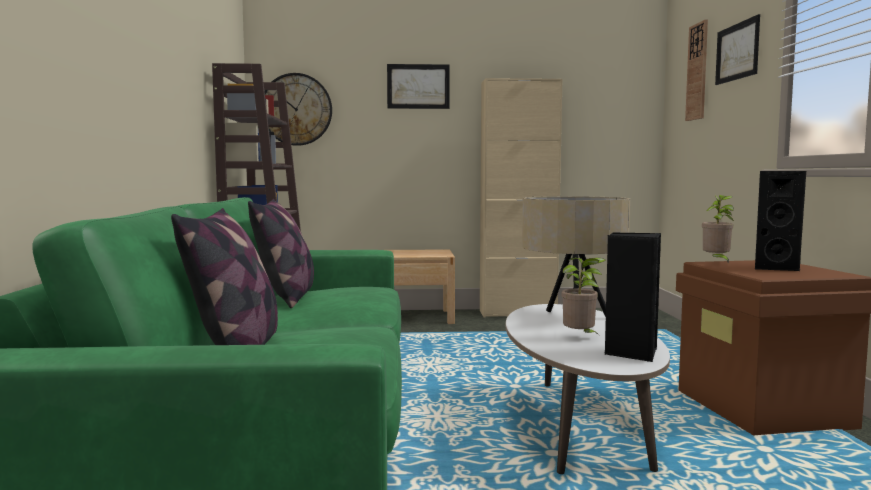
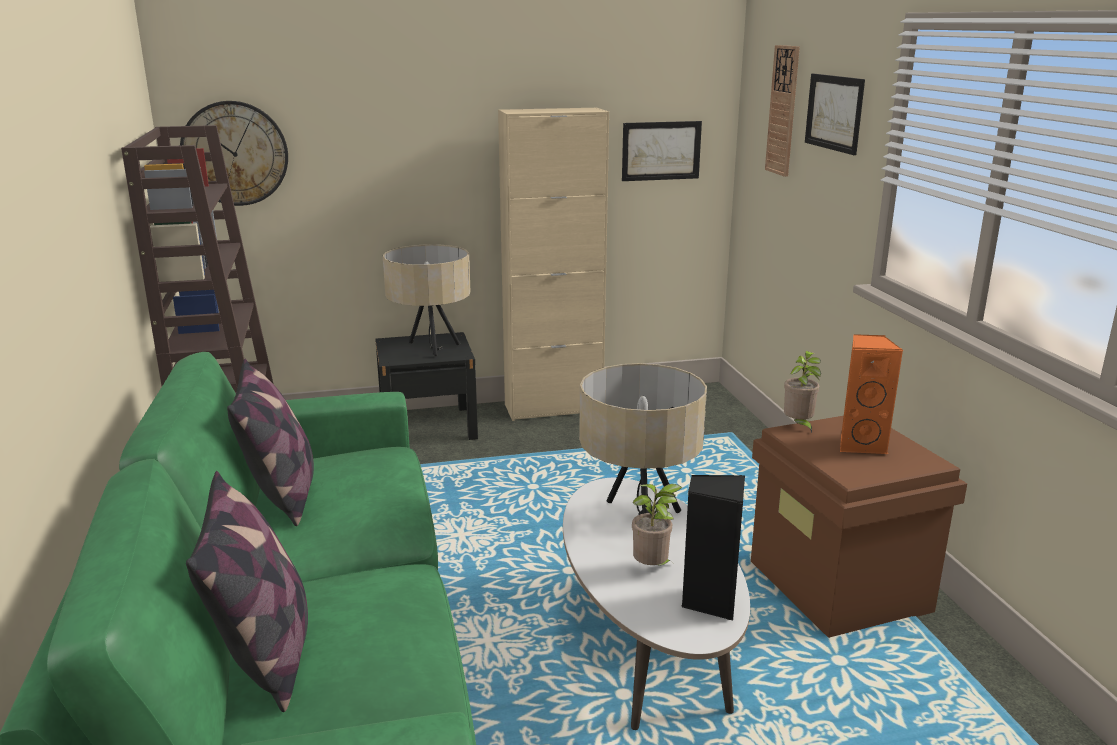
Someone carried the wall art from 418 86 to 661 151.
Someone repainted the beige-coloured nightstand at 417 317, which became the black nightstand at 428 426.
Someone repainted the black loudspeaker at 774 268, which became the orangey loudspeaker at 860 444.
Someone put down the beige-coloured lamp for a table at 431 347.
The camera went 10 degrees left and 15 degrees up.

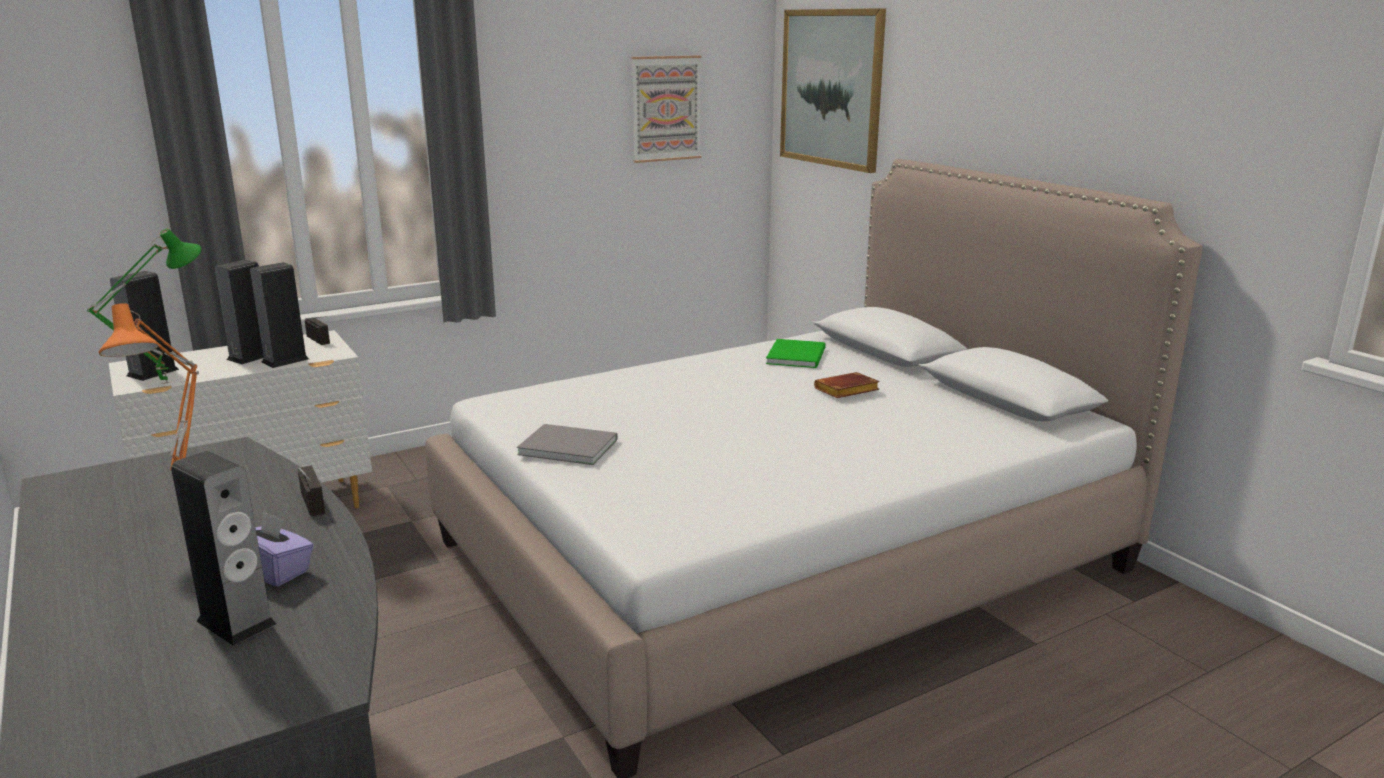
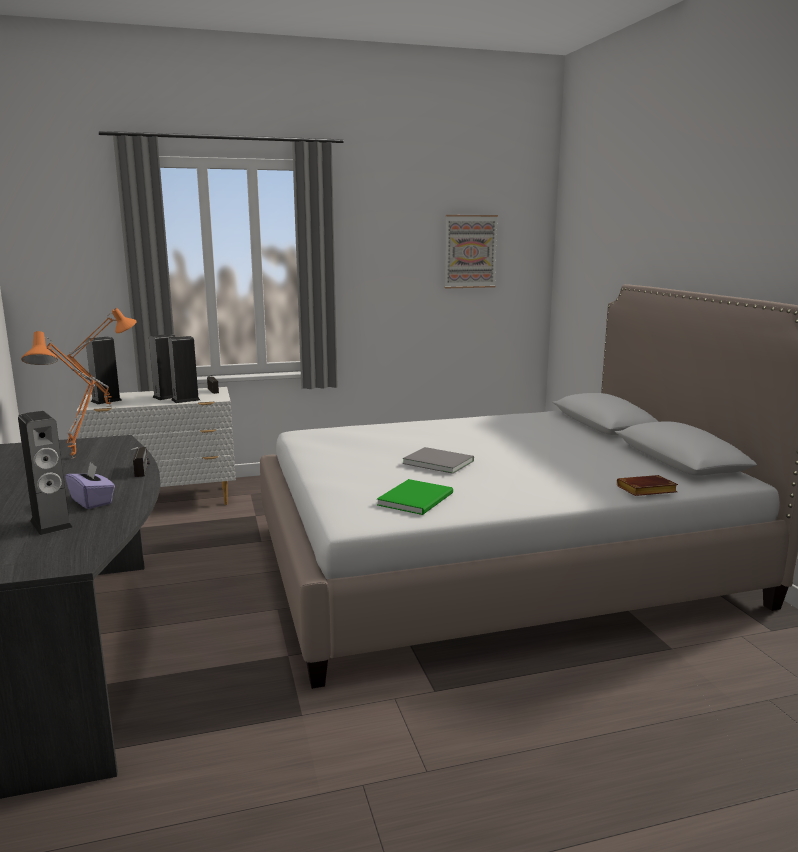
Someone repainted the green-coloured lamp for a table at 165 382, which became the orangey lamp for a table at 109 406.
Someone carried the grey bound book from 566 446 to 437 461.
Someone carried the green-coloured bound book from 798 355 to 418 499.
Someone took away the wall art at 831 88.
Someone carried the brown-coloured bound book from 846 391 to 645 491.
The camera went 15 degrees right and 5 degrees down.

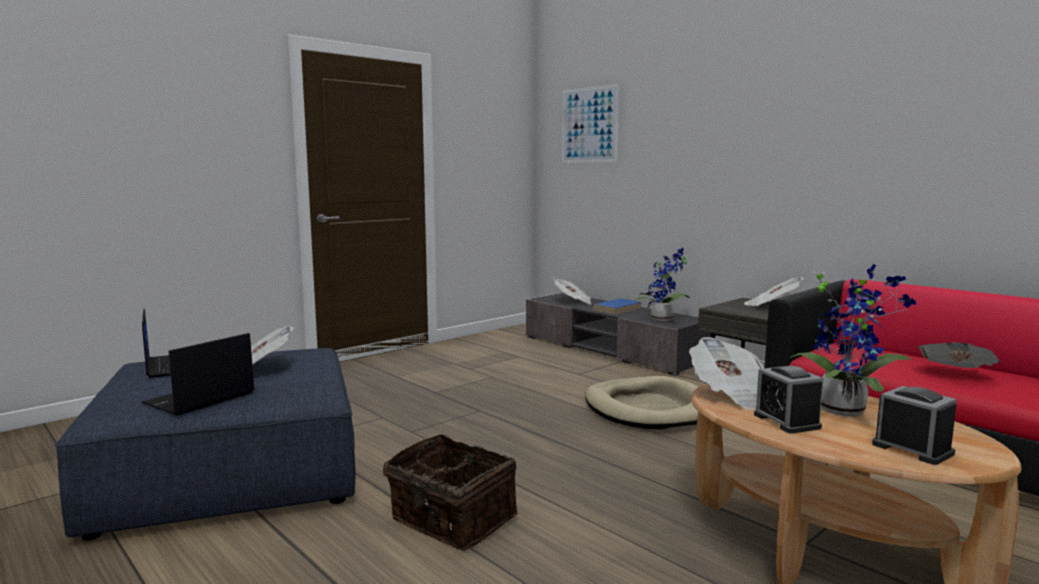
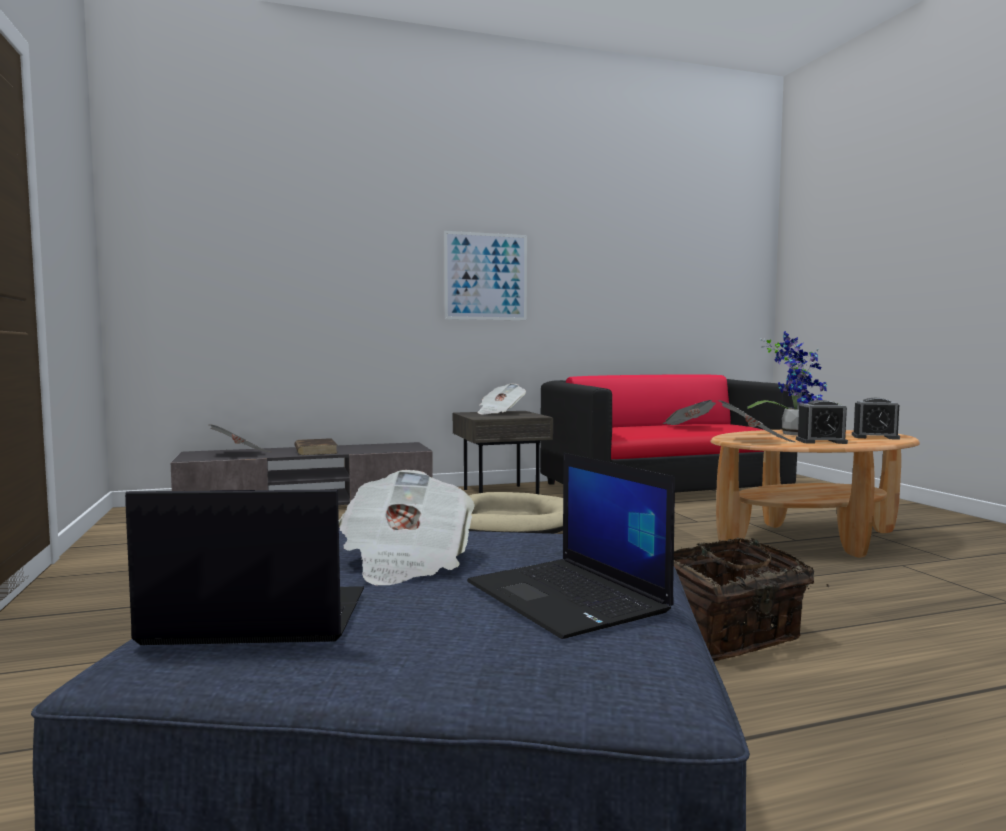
Someone carried the wall art from 589 125 to 486 276.
Someone repainted the blue bound book at 617 309, which became the brown-coloured bound book at 315 450.
Someone took away the potted plant at 664 320.
Someone rotated the table clock at 912 449 by 150 degrees counterclockwise.
The camera went 65 degrees left and 5 degrees down.

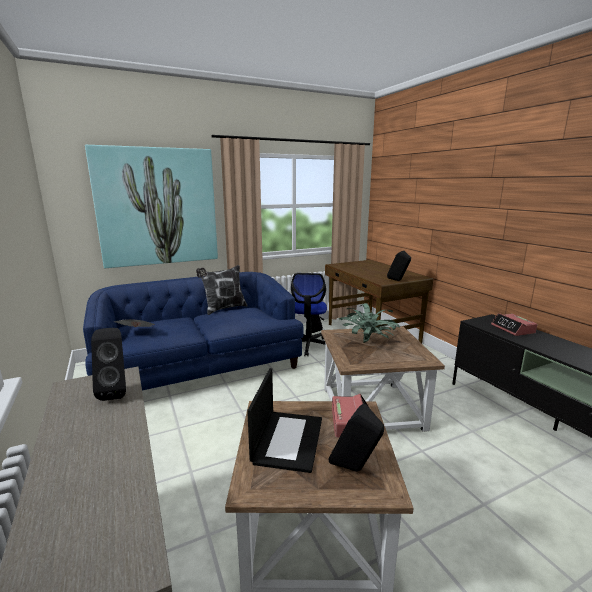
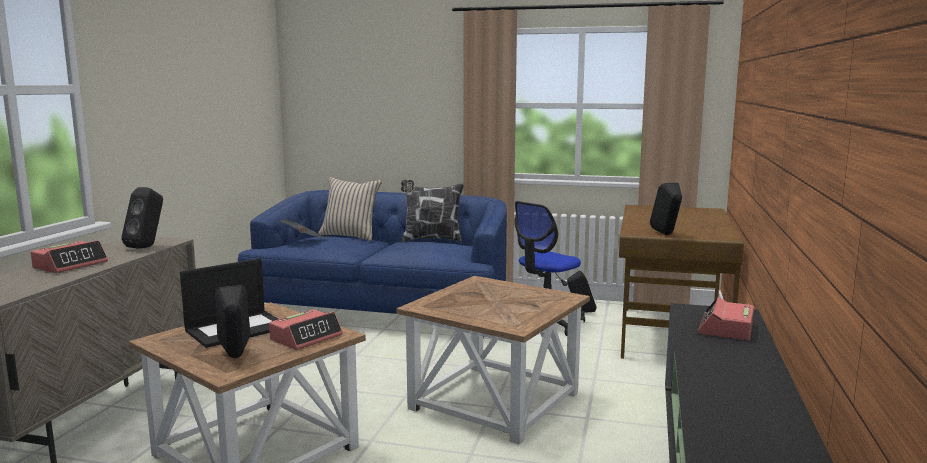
Someone took away the wall art at 157 207.
Someone took away the potted plant at 368 342.
Someone put down the table clock at 71 265.
Someone put down the beige-coloured throw pillow at 350 236.
The camera went 40 degrees right and 5 degrees down.

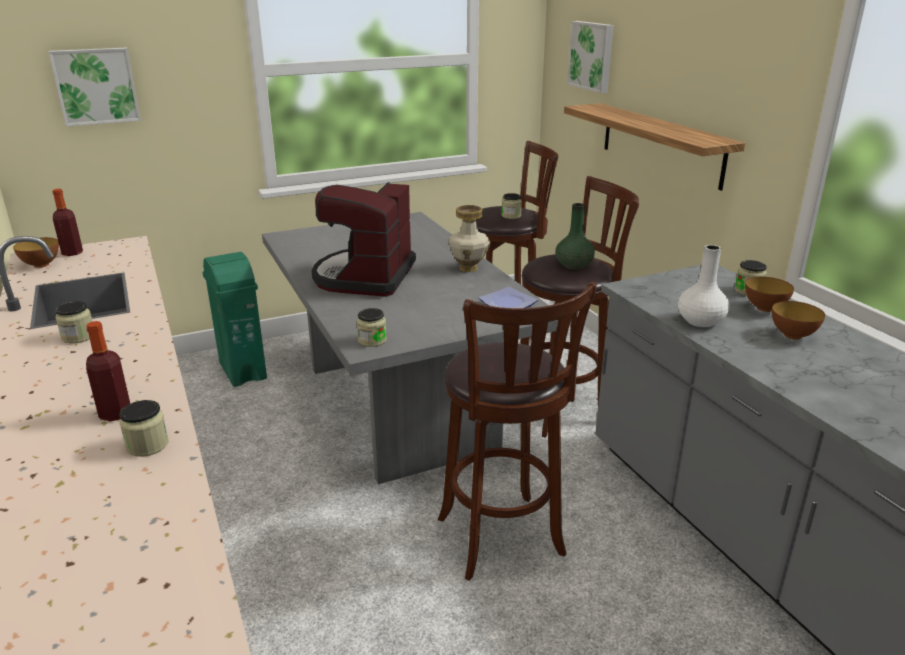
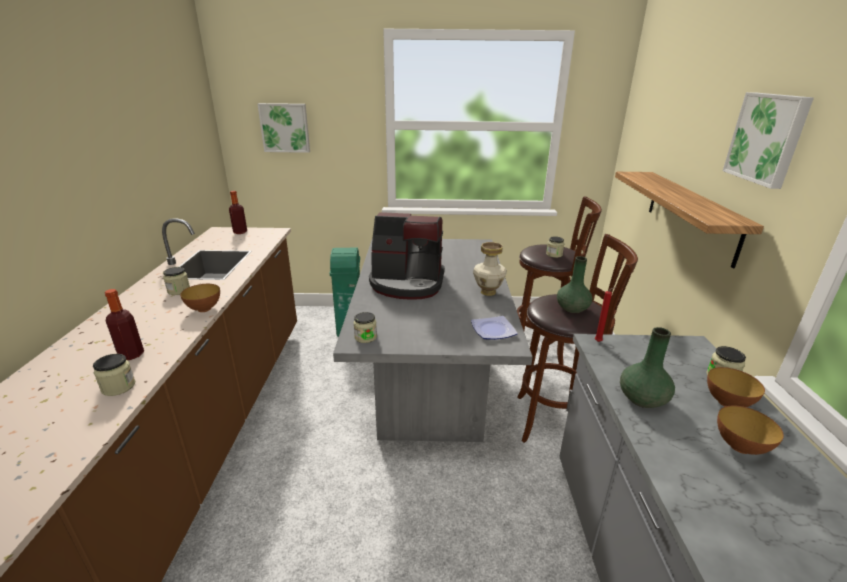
Someone carried the bowl from 41 265 to 204 309.
Someone rotated the coffee brewer at 365 277 by 120 degrees counterclockwise.
Someone took away the brown-coloured sitting stool at 503 541.
Someone carried the wall art from 592 56 to 767 138.
Someone repainted the white-coloured vase at 699 321, which became the green-coloured vase at 641 399.
Someone put down the reddish candle at 599 342.
The camera went 25 degrees right and 0 degrees up.

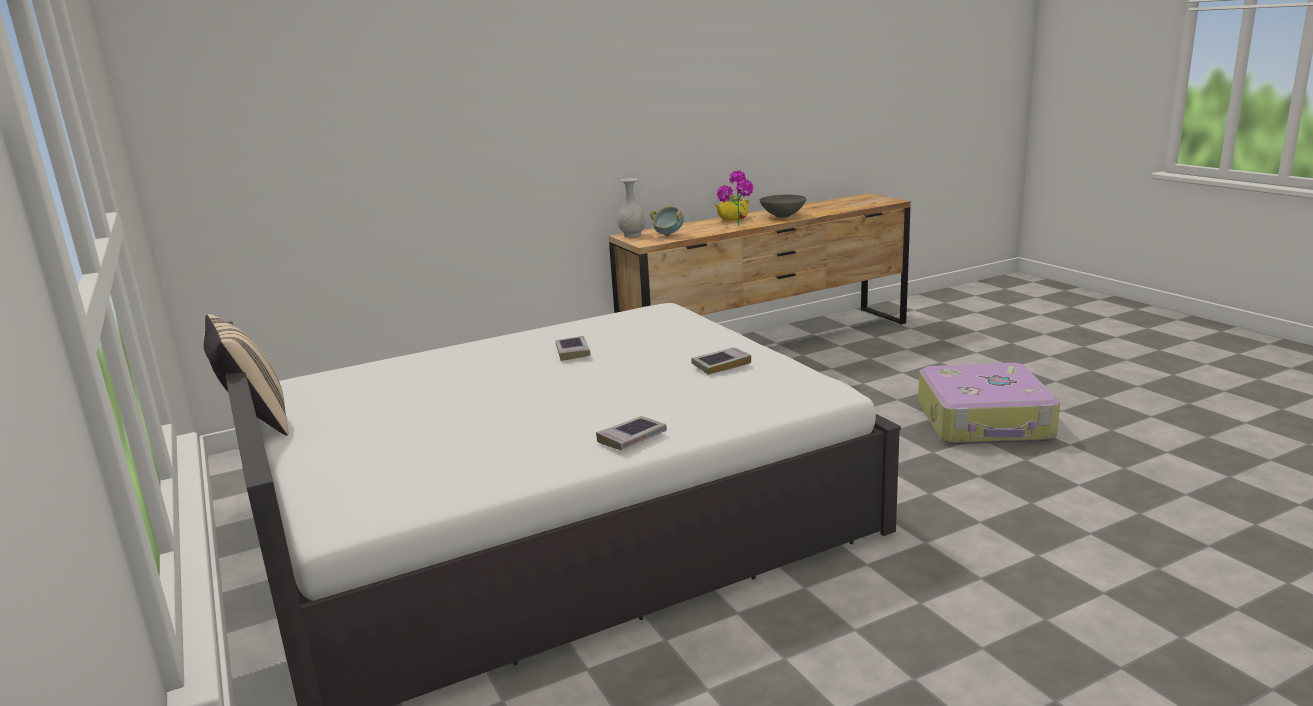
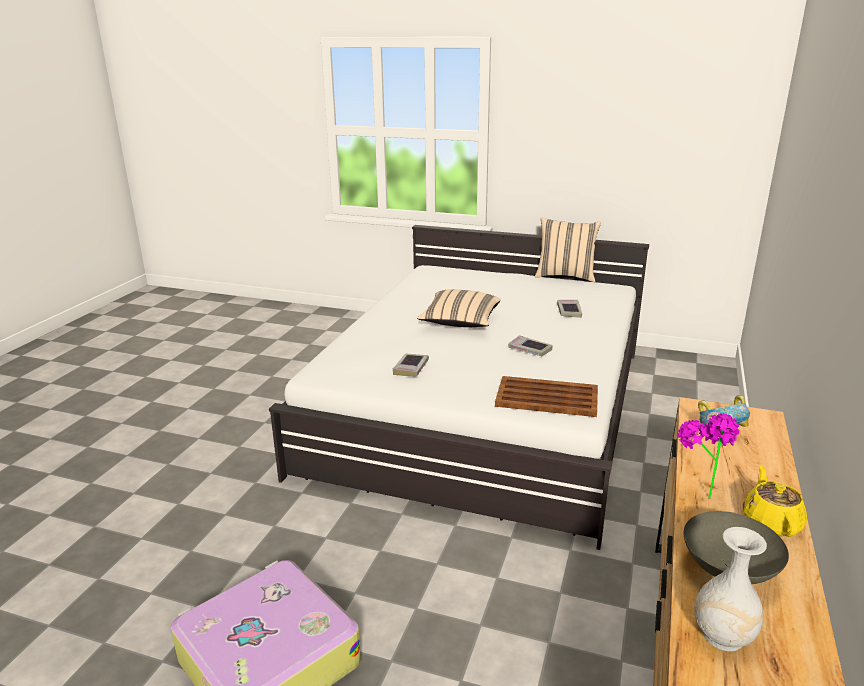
Someone carried the bound book from 632 438 to 569 311.
Someone carried the white-coloured vase from 633 234 to 722 636.
Someone put down the beige-coloured throw pillow at 460 322.
Someone put down the brown-coloured tray at 546 397.
The camera went 135 degrees right and 5 degrees up.

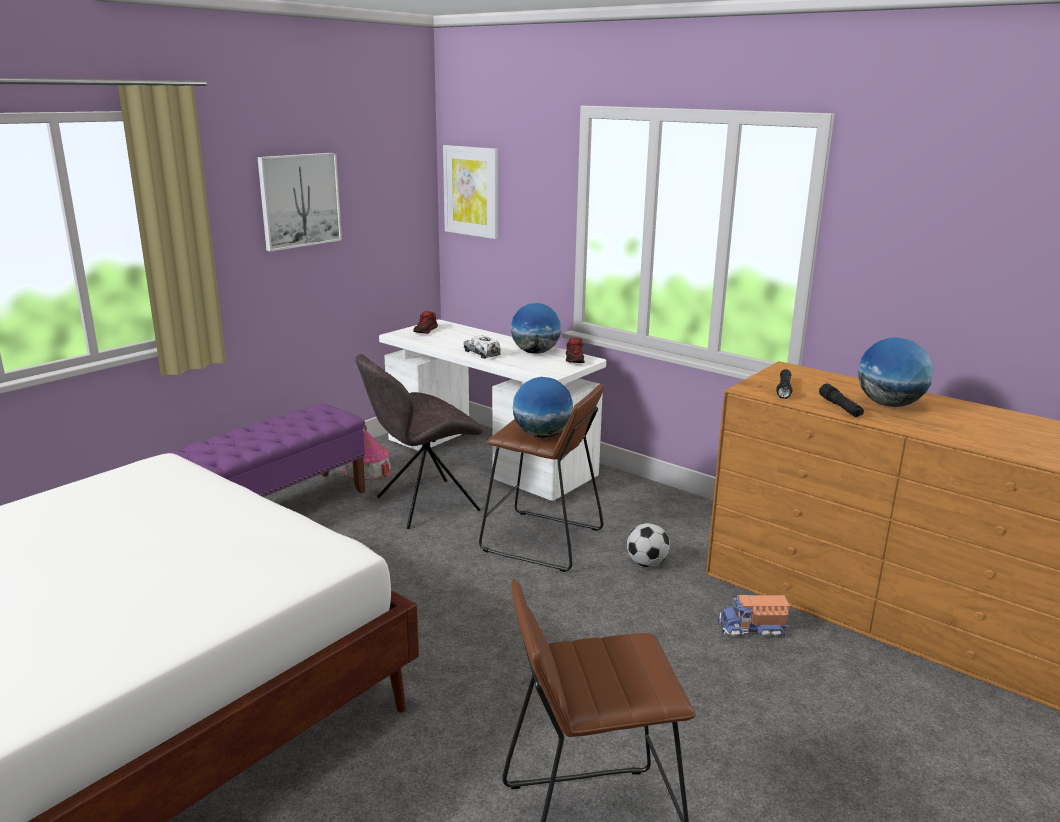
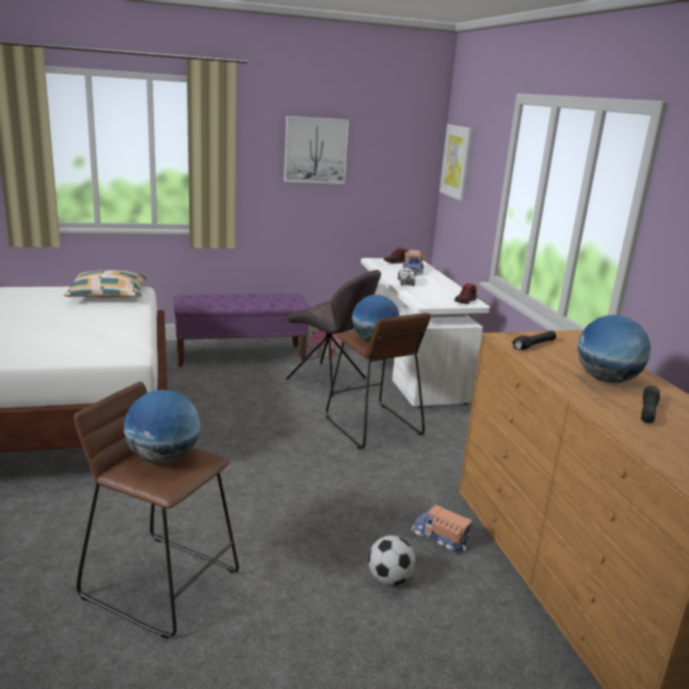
Someone rotated the grey upright chair at 423 505 by 150 degrees counterclockwise.
Someone carried the world globe from 535 352 to 163 458.
Someone carried the football ball from 647 563 to 390 579.
Someone carried the black torch from 840 407 to 648 412.
Someone put down the throw pillow at 108 295.
Someone put down the toy truck at 413 271.
The camera went 35 degrees right and 0 degrees up.

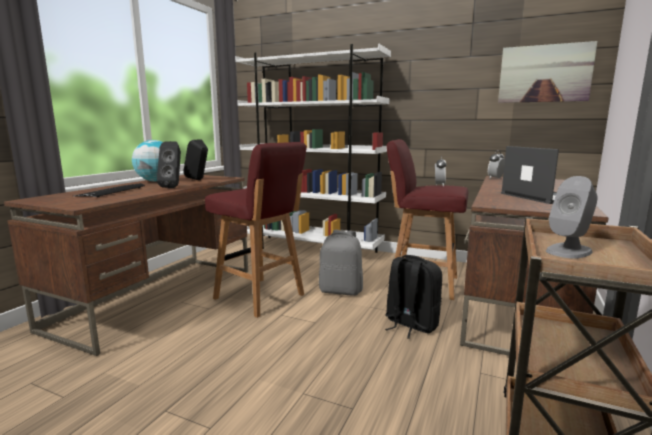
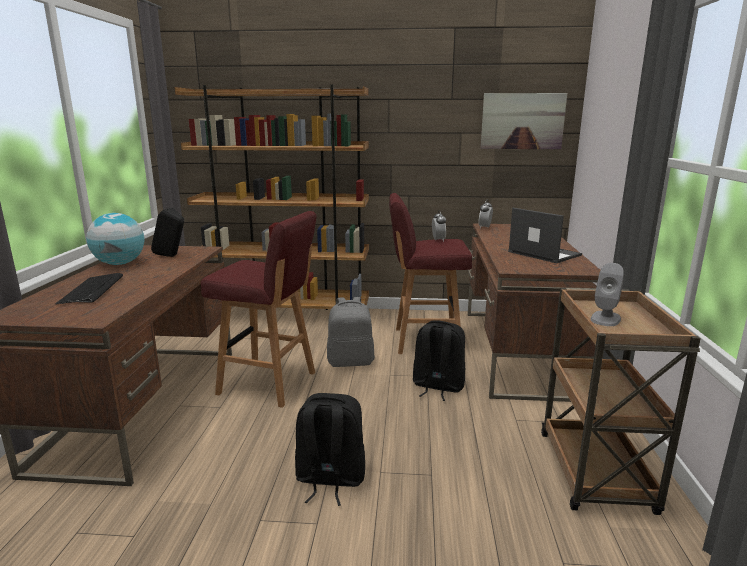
Someone took away the black loudspeaker at 173 187.
Someone repainted the white-coloured bookshelf at 312 249, which became the brown-coloured bookshelf at 287 315.
Someone put down the black knapsack at 330 479.
The camera went 20 degrees left and 5 degrees up.

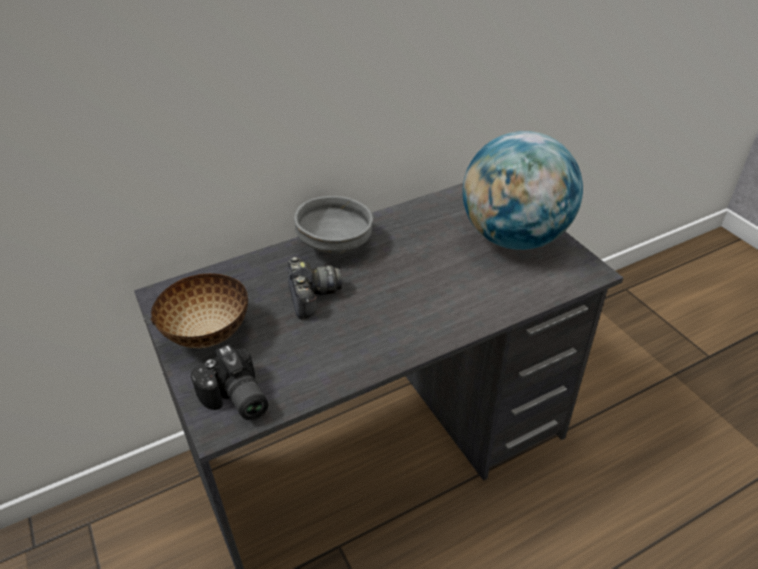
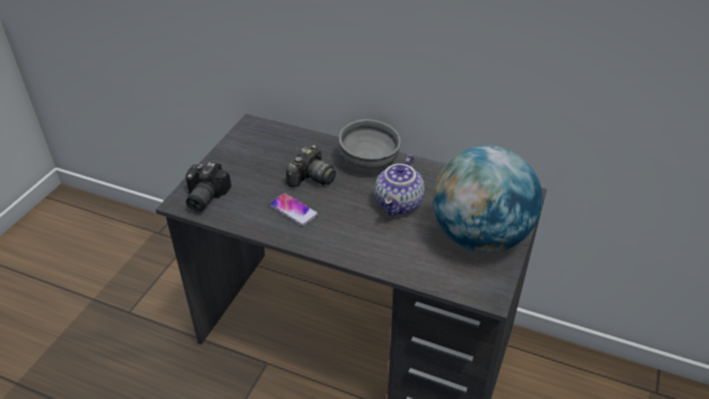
Someone took away the bowl at 208 332.
Someone put down the phone at 293 210.
Someone put down the tea pot at 399 205.
The camera went 50 degrees right and 0 degrees up.

